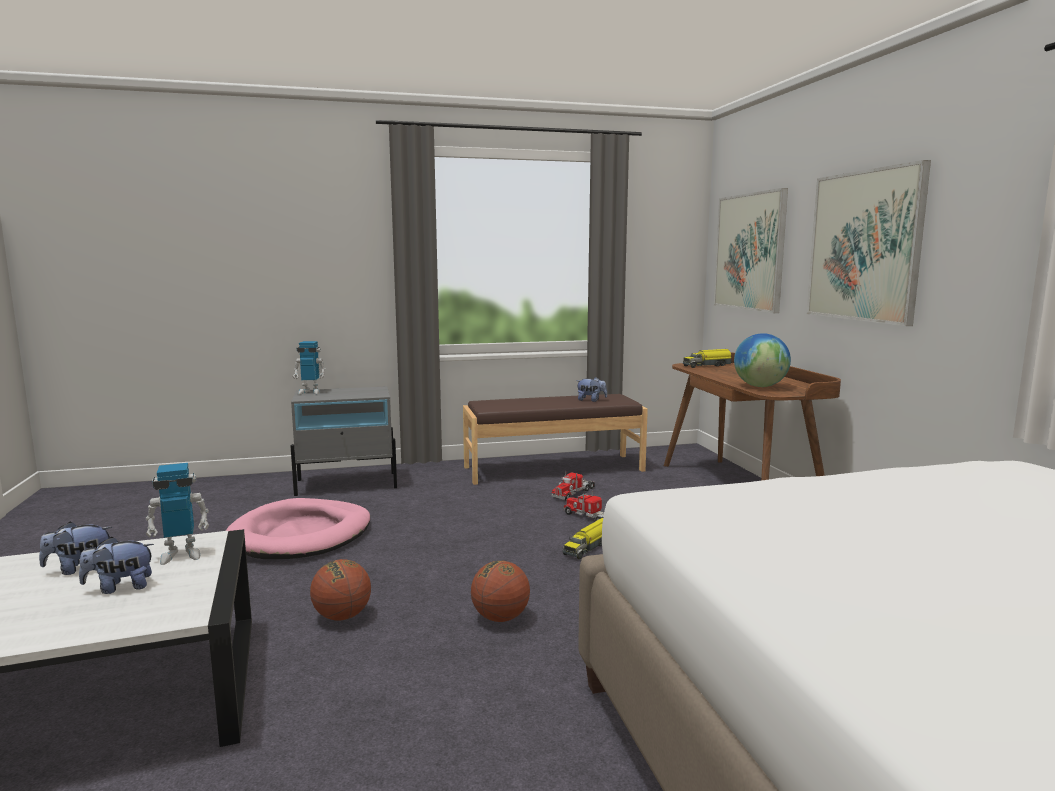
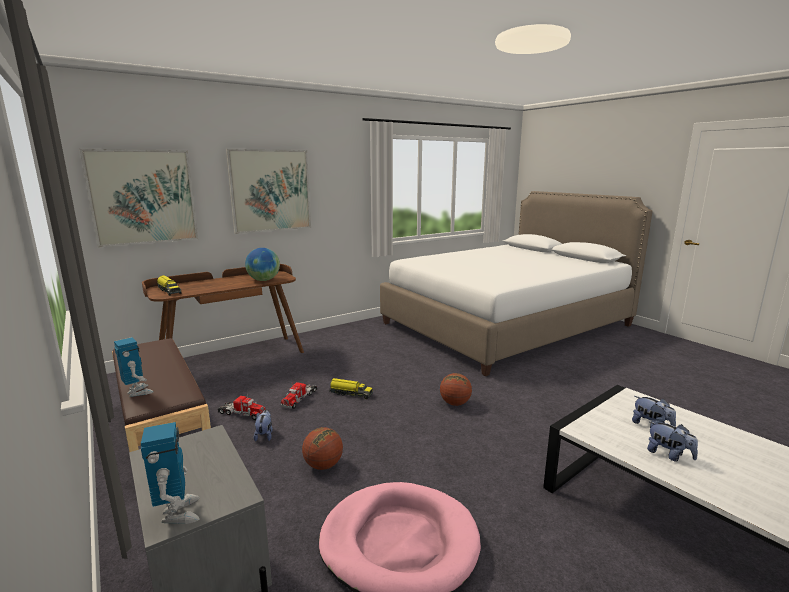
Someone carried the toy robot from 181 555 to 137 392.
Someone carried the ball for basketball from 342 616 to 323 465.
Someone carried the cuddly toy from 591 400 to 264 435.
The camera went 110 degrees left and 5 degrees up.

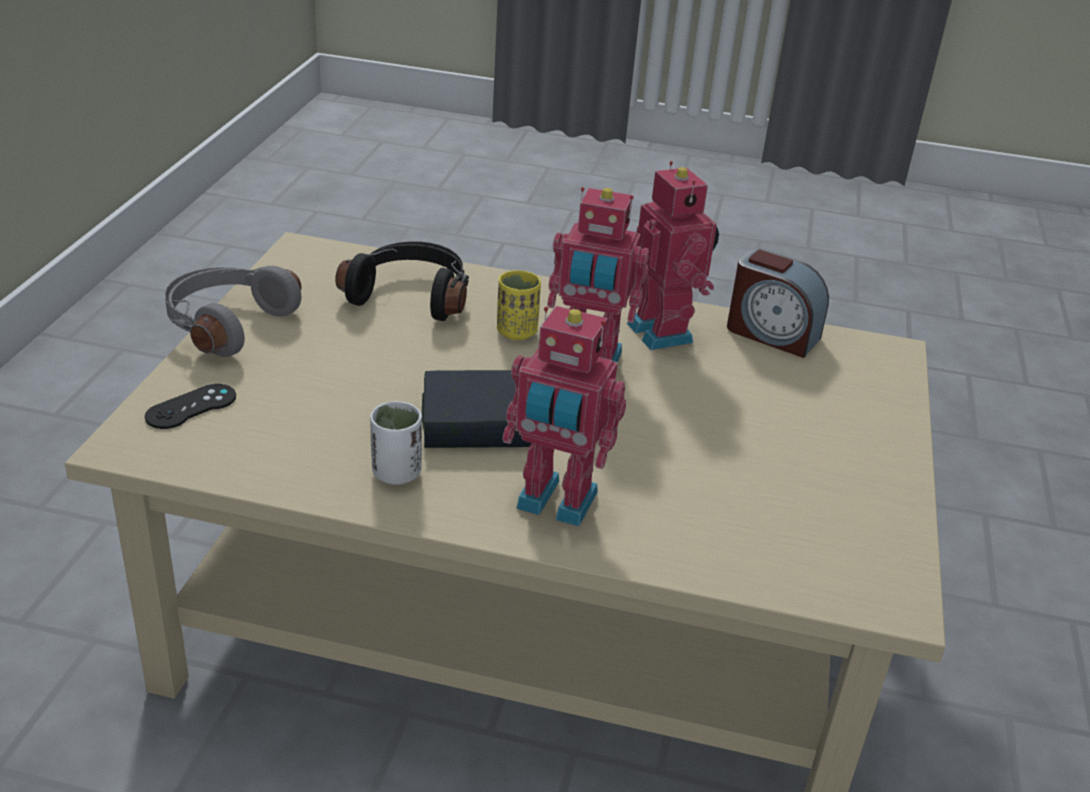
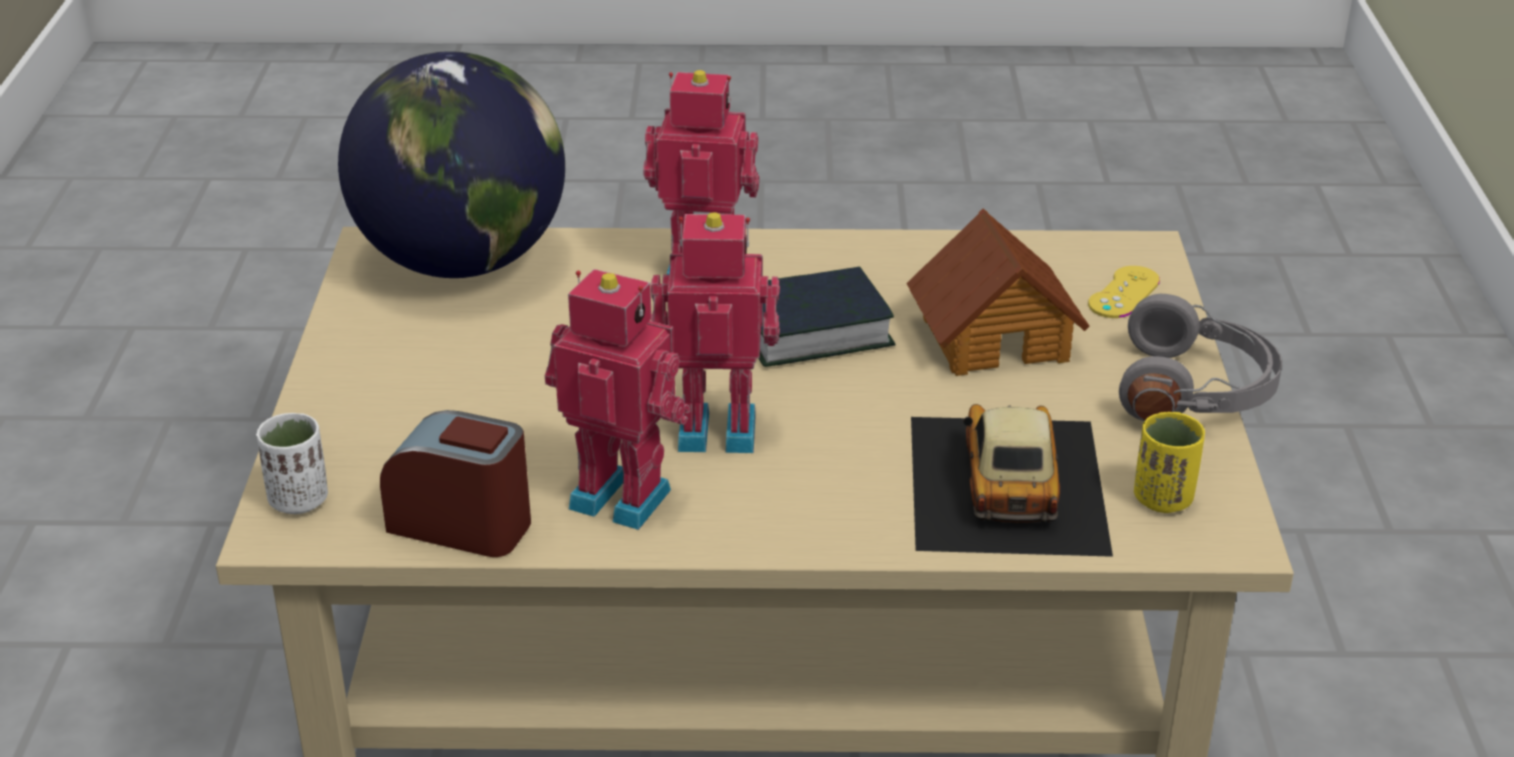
Someone repainted the black joypad at 191 407, which became the yellow-coloured joypad at 1124 293.
Someone swapped the black headphones at 411 295 for the toy car at 1005 484.
Someone carried the white-coloured small cup from 396 473 to 299 500.
Someone carried the yellow-coloured small cup from 516 332 to 1163 499.
Someone rotated the toy robot at 664 332 by 150 degrees clockwise.
Someone put down the world globe at 462 262.
Someone put down the toy house at 994 337.
The camera went 170 degrees right and 0 degrees up.

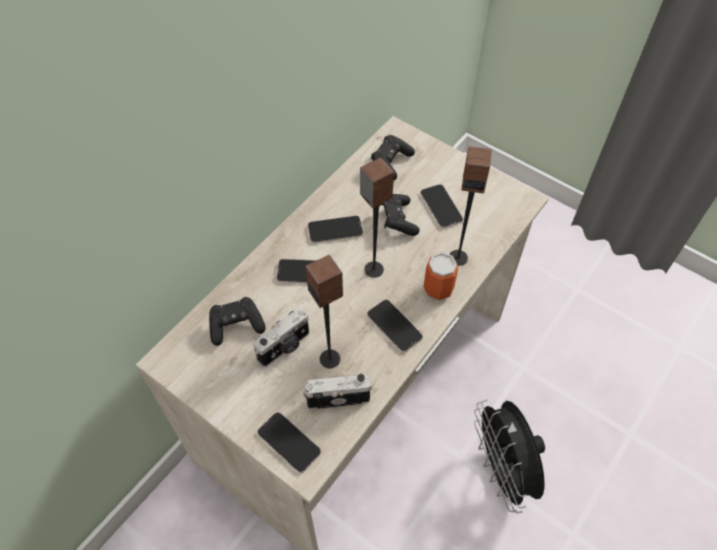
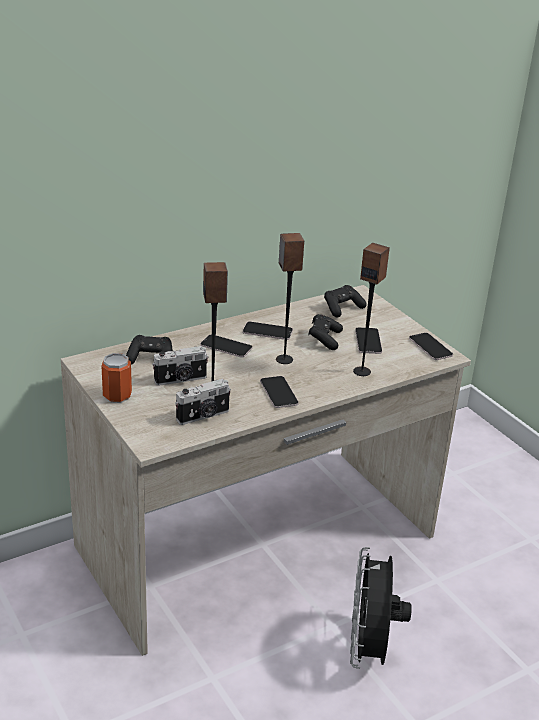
Someone carried the phone from 289 442 to 430 347.
Someone rotated the still camera at 338 397 by 135 degrees clockwise.
Someone carried the can from 438 289 to 117 396.
The camera went 20 degrees right and 25 degrees down.

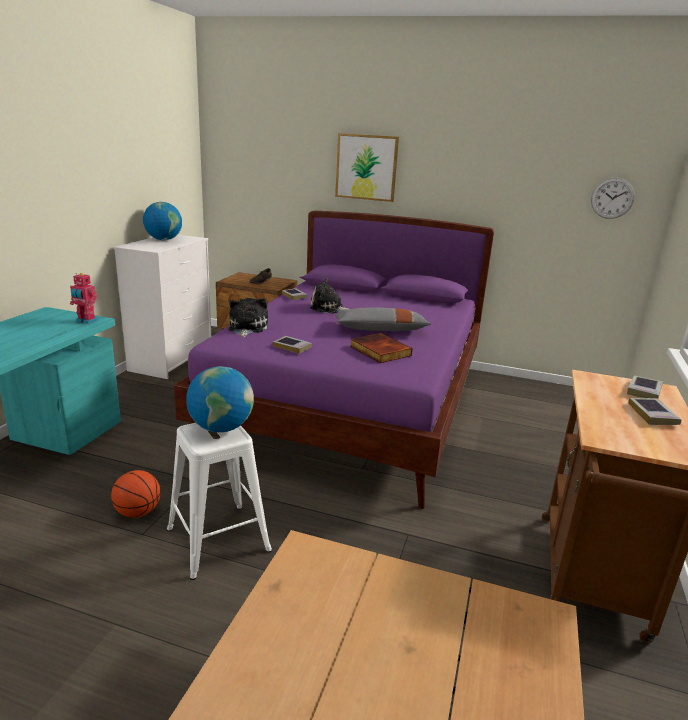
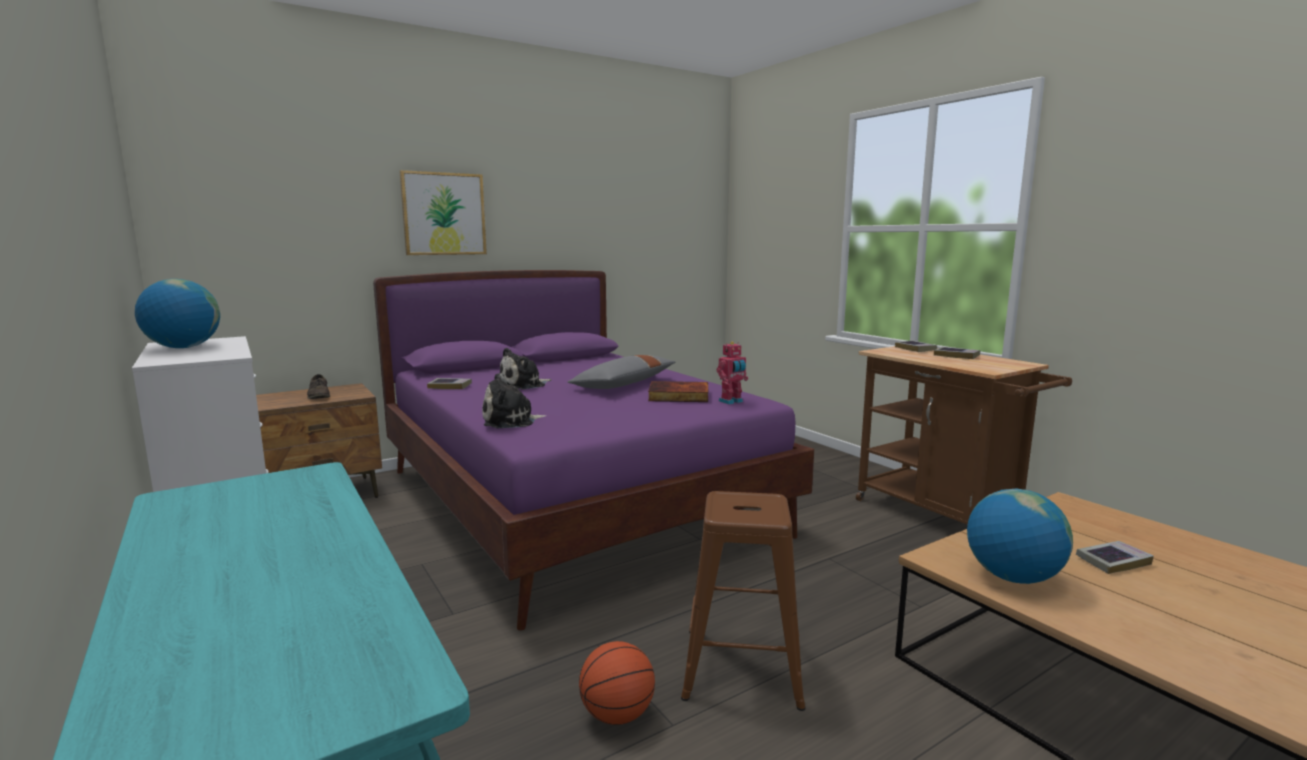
Someone carried the toy robot from 86 321 to 731 402.
Someone repainted the white-coloured sitting stool at 219 540, which became the brown-coloured sitting stool at 743 665.
Someone carried the world globe from 221 428 to 1012 577.
Someone rotated the cuddly toy at 247 328 by 60 degrees counterclockwise.
Someone carried the bound book from 292 347 to 1113 561.
Someone took away the clock on the wall at 612 198.
The camera went 50 degrees left and 10 degrees down.

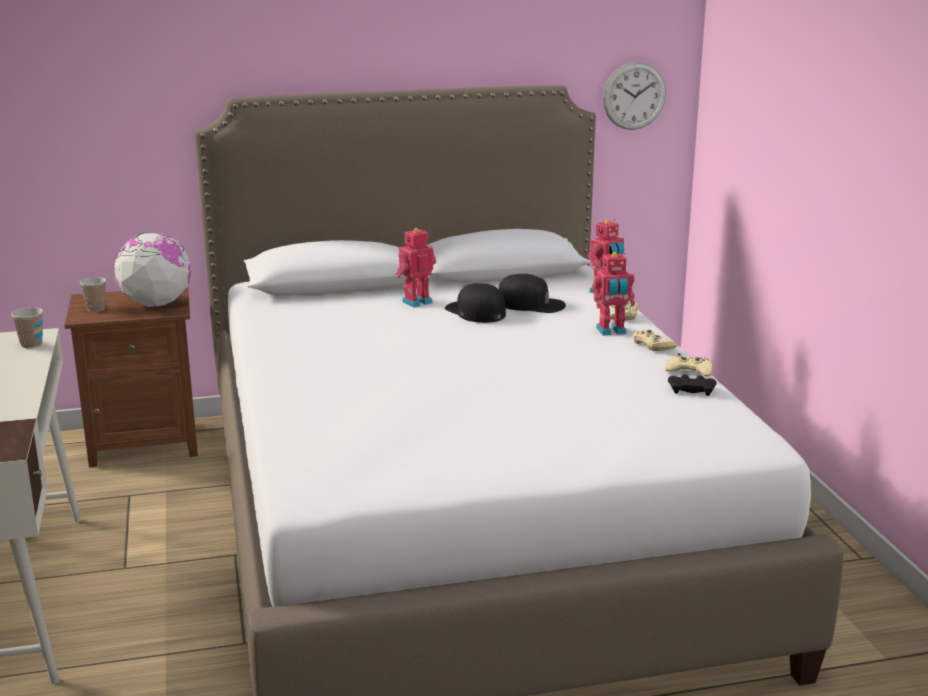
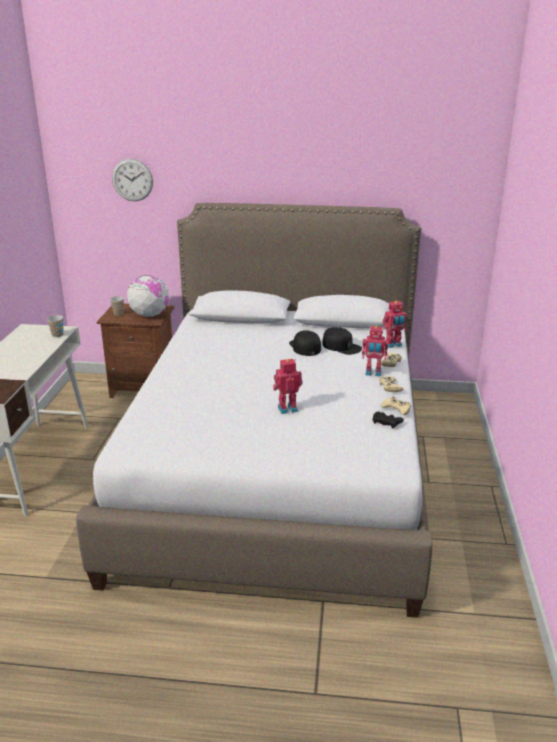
Someone carried the toy robot from 416 301 to 287 408.
Someone carried the clock on the wall from 634 96 to 132 180.
The camera went 20 degrees right and 5 degrees up.

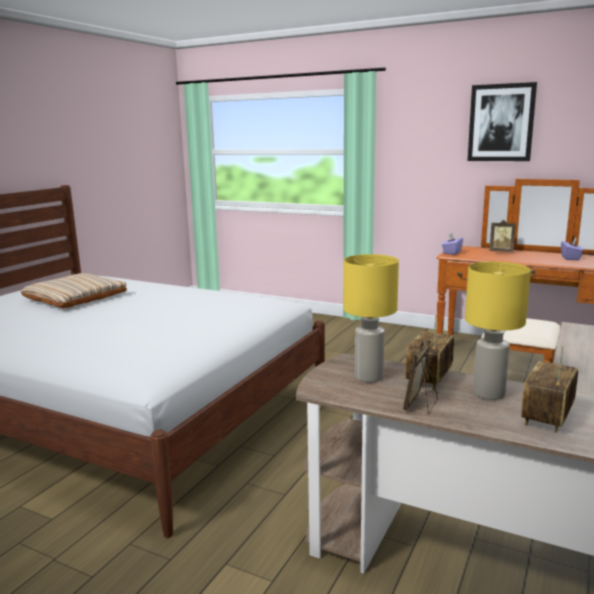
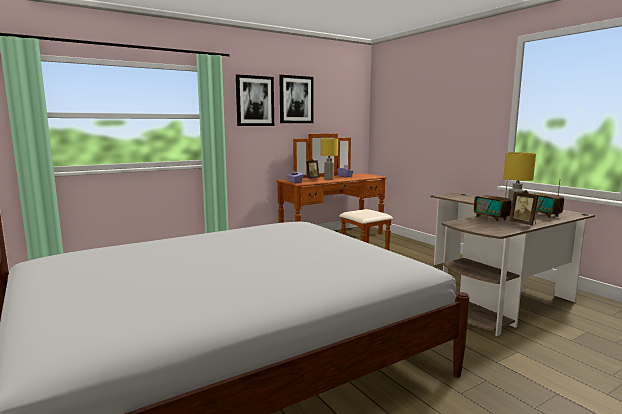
Someone took away the beige-coloured throw pillow at 75 297.
Someone carried the yellow-coloured lamp for a table from 369 377 to 329 179.
Someone put up the wall art at 255 101.
The camera went 60 degrees left and 5 degrees down.

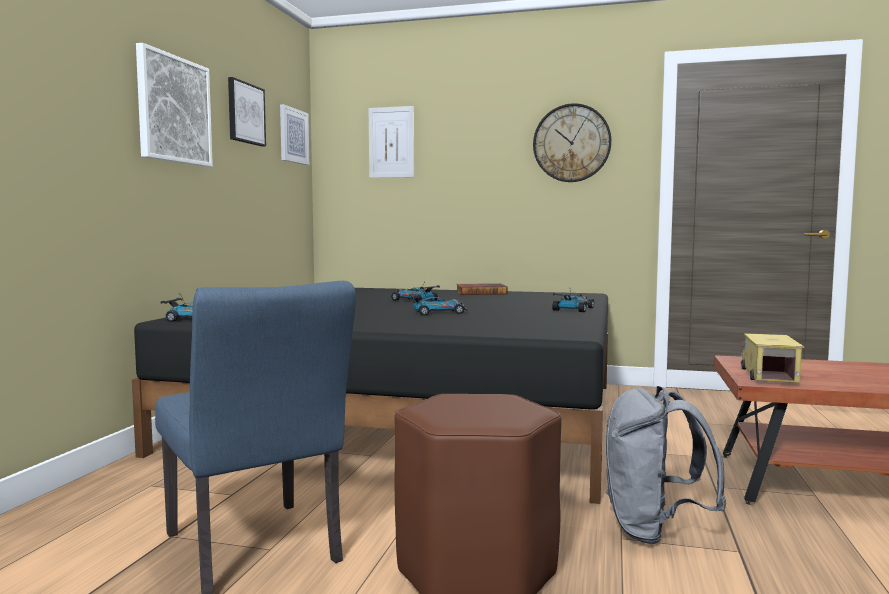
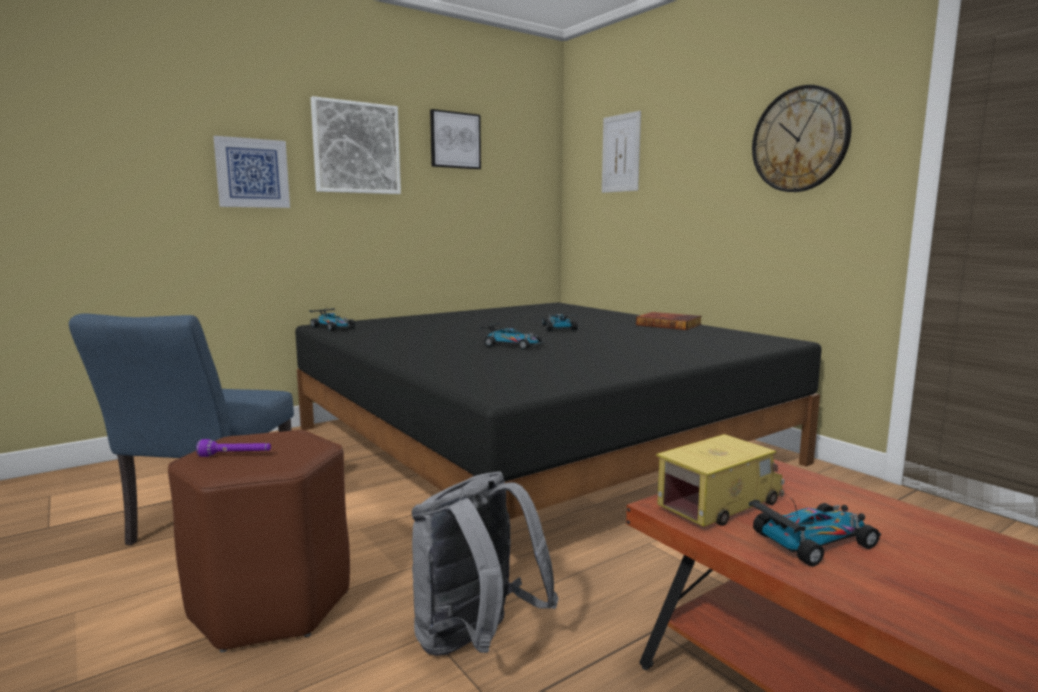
Someone carried the wall art from 293 136 to 252 173.
Someone carried the toy car from 574 309 to 813 541.
Someone put down the purplish torch at 235 455.
The camera went 40 degrees right and 5 degrees up.

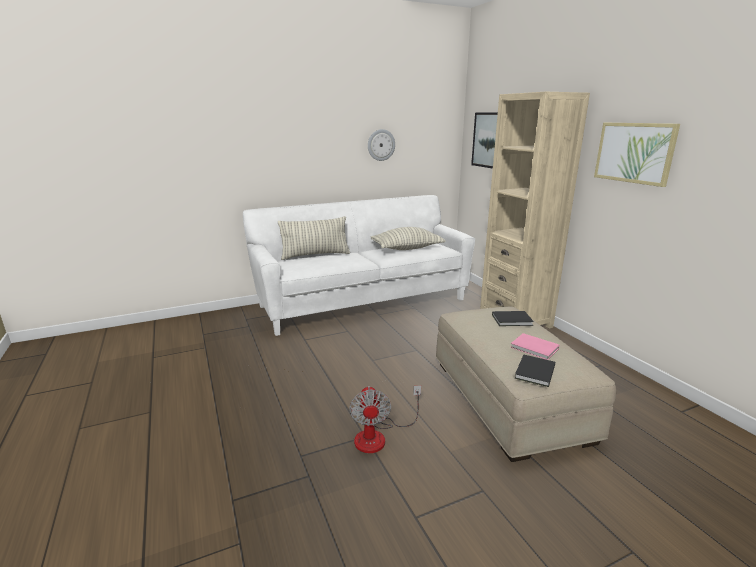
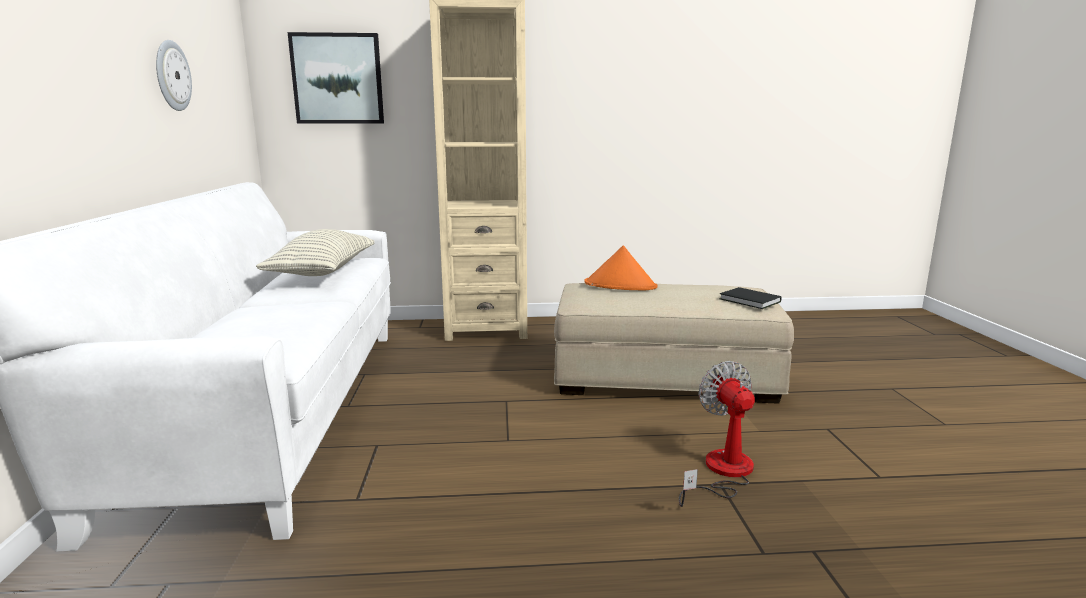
Someone took away the throw pillow at 315 255.
Someone rotated the electric fan at 378 436 by 120 degrees counterclockwise.
Someone swapped the black bound book at 513 320 for the orangey clothing hat at 620 285.
Someone took away the pink bound book at 535 348.
Someone took away the wall art at 634 152.
The camera went 70 degrees left and 5 degrees down.

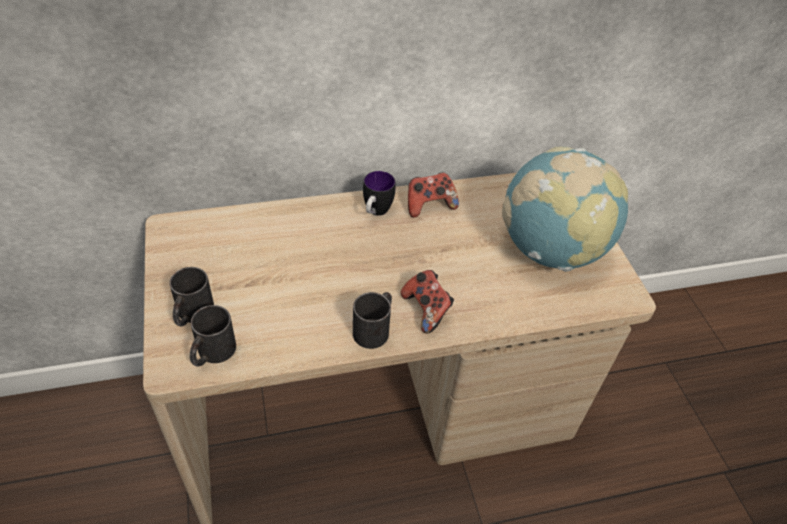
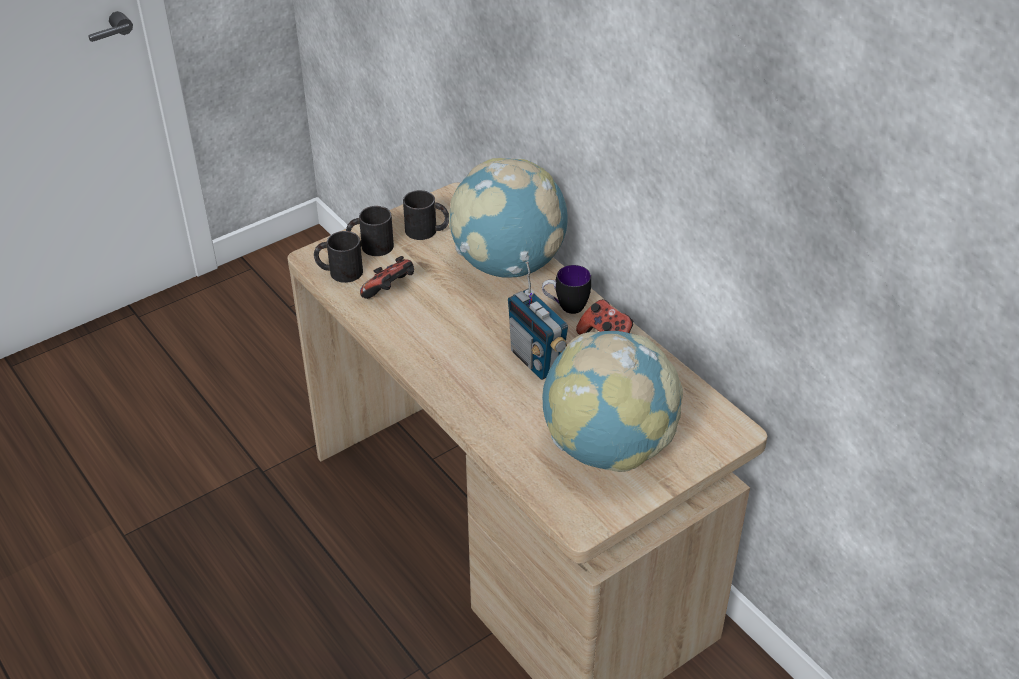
Someone carried the black mug from 375 328 to 427 231.
Someone carried the joypad from 426 310 to 390 291.
Someone put down the world globe at 508 264.
Someone put down the radio receiver at 537 361.
The camera went 70 degrees right and 5 degrees down.

